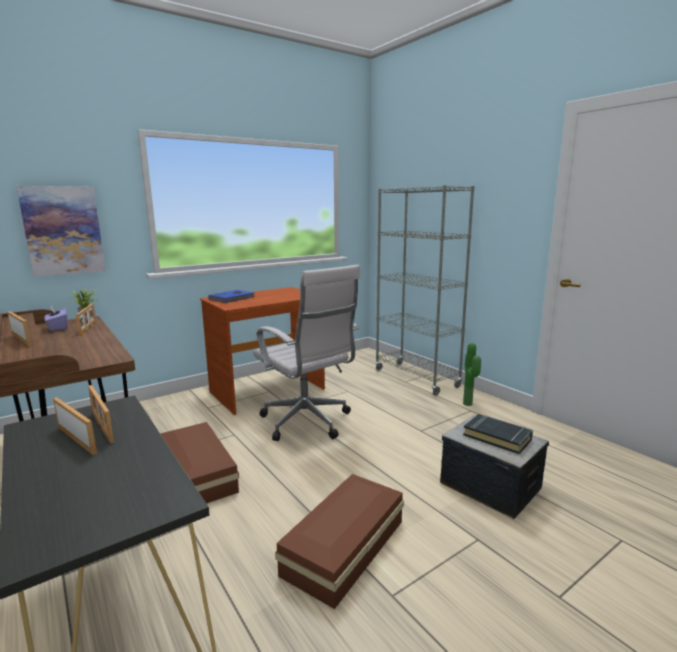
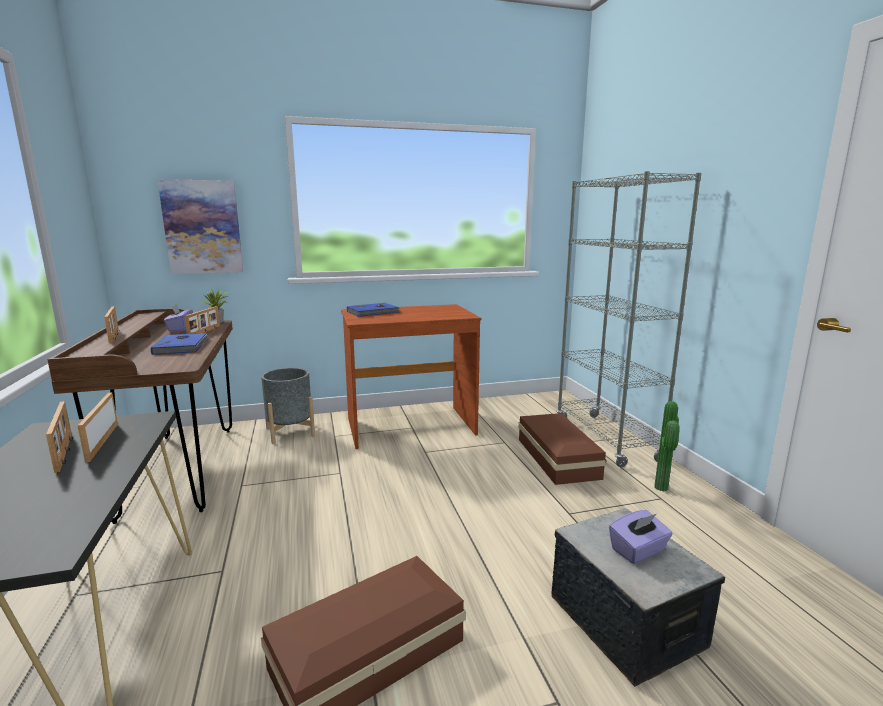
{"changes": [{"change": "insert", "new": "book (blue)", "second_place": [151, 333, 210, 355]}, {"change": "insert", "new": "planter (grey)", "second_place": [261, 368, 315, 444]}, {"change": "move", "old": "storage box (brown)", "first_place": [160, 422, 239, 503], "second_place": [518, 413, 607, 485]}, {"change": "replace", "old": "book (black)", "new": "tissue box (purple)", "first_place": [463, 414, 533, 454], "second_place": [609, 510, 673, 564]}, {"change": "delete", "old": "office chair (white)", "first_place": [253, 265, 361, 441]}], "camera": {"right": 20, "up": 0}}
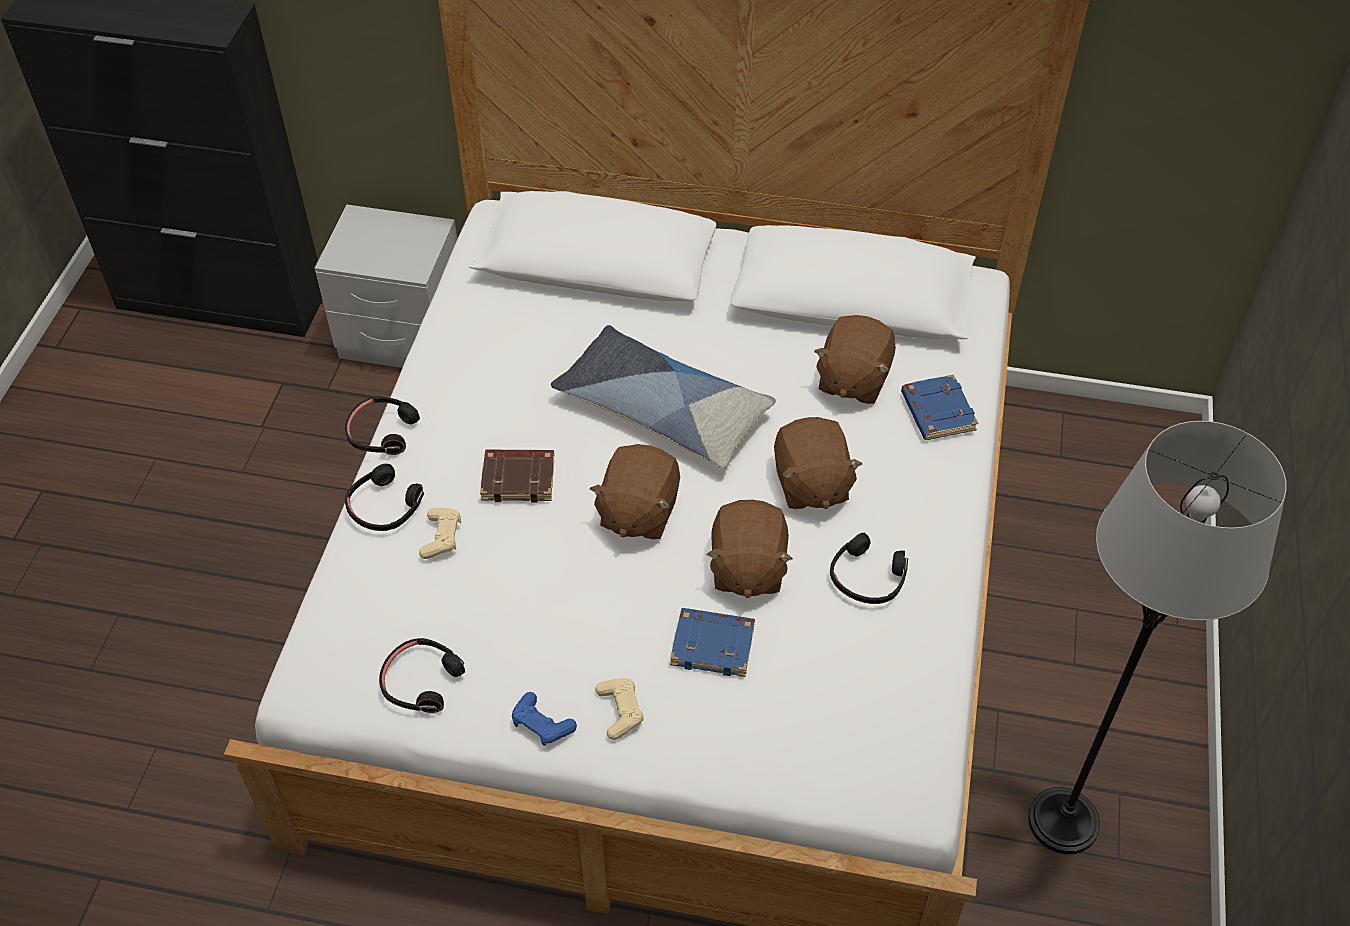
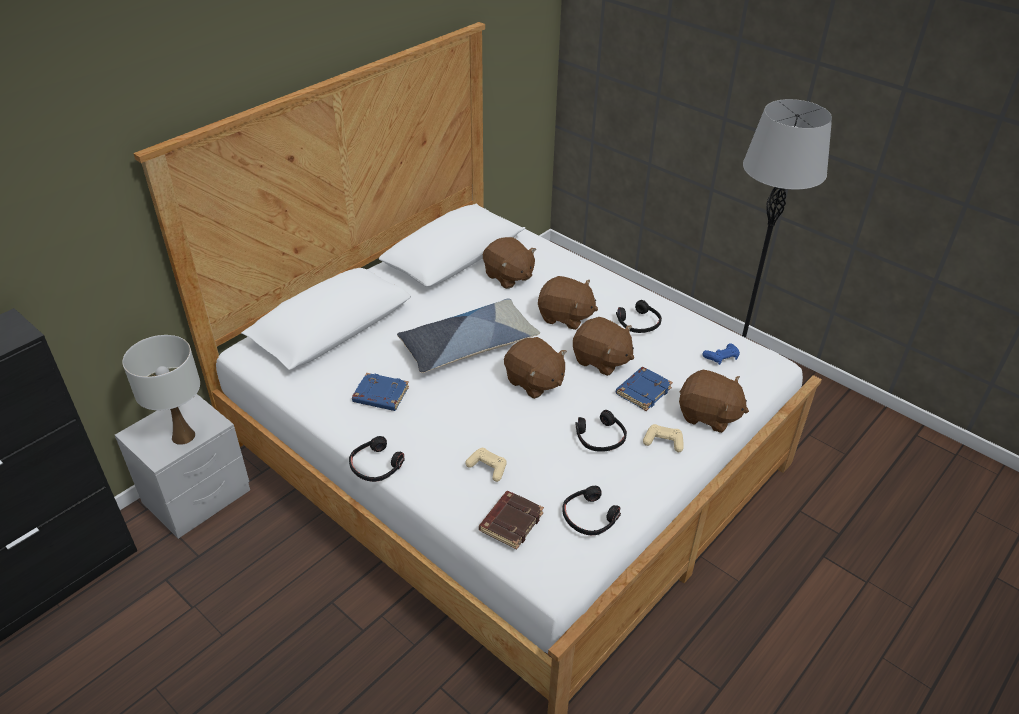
{"changes": [{"change": "insert", "new": "table lamp (white)", "second_place": [122, 335, 200, 445]}, {"change": "move", "old": "book (blue)", "first_place": [901, 374, 978, 440], "second_place": [352, 373, 409, 411]}, {"change": "move", "old": "book (brown)", "first_place": [480, 450, 554, 502], "second_place": [479, 491, 544, 550]}, {"change": "move", "old": "headphones (black)", "first_place": [345, 464, 424, 531], "second_place": [575, 410, 627, 452]}, {"change": "insert", "new": "plush toy (brown)", "second_place": [679, 370, 749, 433]}, {"change": "move", "old": "game controller (blue)", "first_place": [512, 692, 577, 746], "second_place": [703, 343, 740, 365]}], "camera": {"right": -60, "up": -10}}
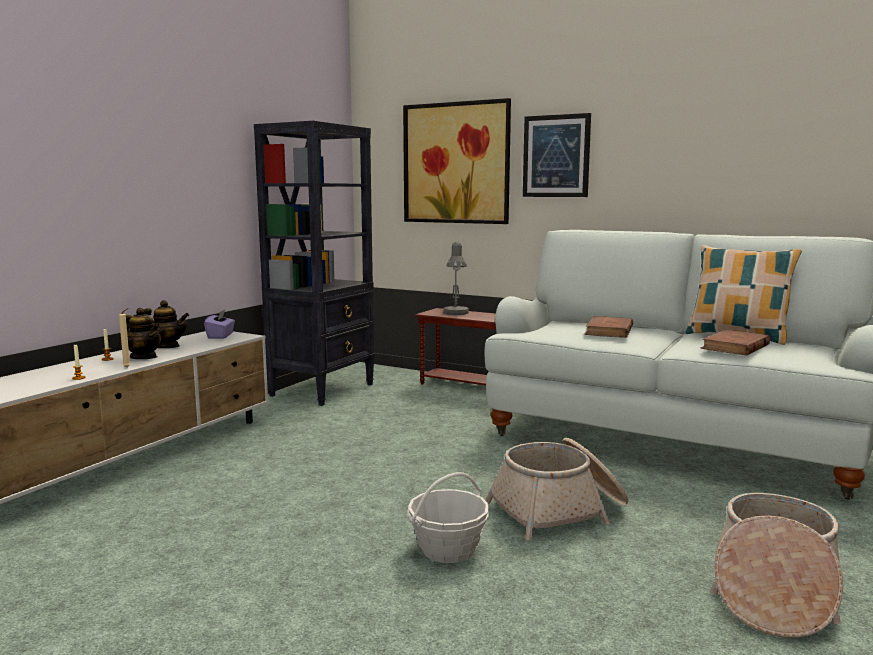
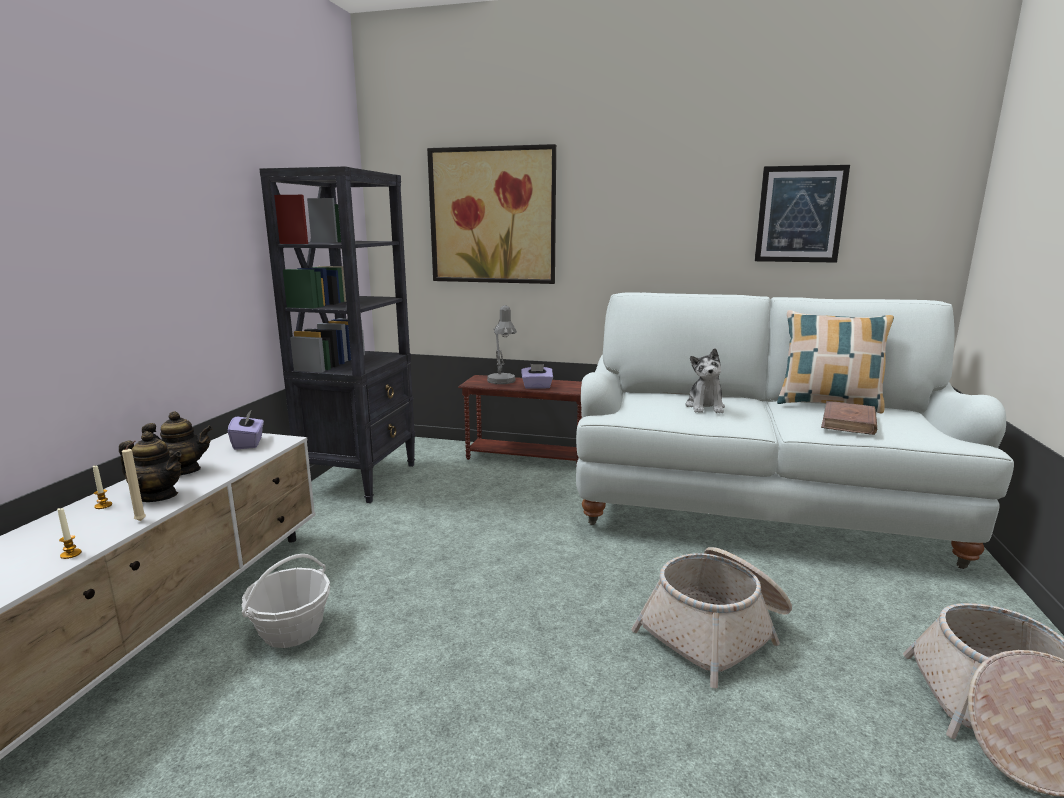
{"changes": [{"change": "move", "old": "basket", "first_place": [407, 472, 489, 563], "second_place": [242, 554, 330, 648]}, {"change": "insert", "new": "tissue box (purple)", "second_place": [521, 364, 553, 389]}, {"change": "replace", "old": "book (brown)", "new": "plush toy", "first_place": [585, 316, 633, 338], "second_place": [686, 348, 725, 413]}, {"change": "move", "old": "picture", "first_place": [523, 113, 591, 197], "second_place": [754, 165, 850, 263]}], "camera": {"right": -15, "up": 5}}
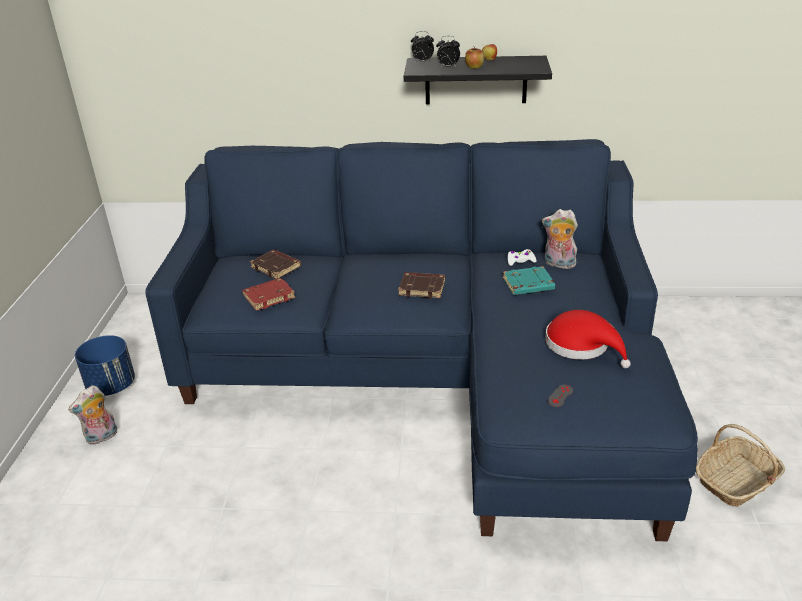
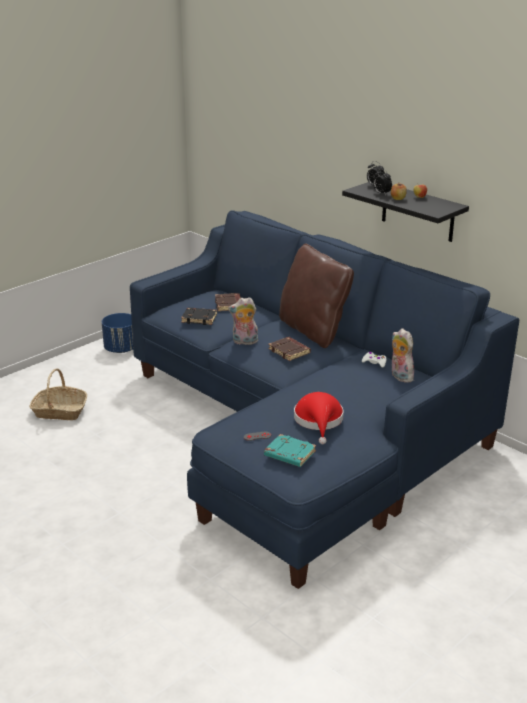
{"changes": [{"change": "move", "old": "basket", "first_place": [696, 424, 785, 507], "second_place": [29, 368, 87, 420]}, {"change": "recolor", "old": "book (red)", "new": "book (black)", "first_place": [242, 278, 296, 311], "second_place": [181, 308, 217, 325]}, {"change": "move", "old": "plush toy", "first_place": [68, 385, 117, 445], "second_place": [228, 297, 259, 345]}, {"change": "move", "old": "book (turquoise)", "first_place": [503, 266, 555, 295], "second_place": [264, 434, 316, 467]}, {"change": "insert", "new": "pillow (brown)", "second_place": [279, 243, 354, 348]}], "camera": {"right": 40, "up": -5}}
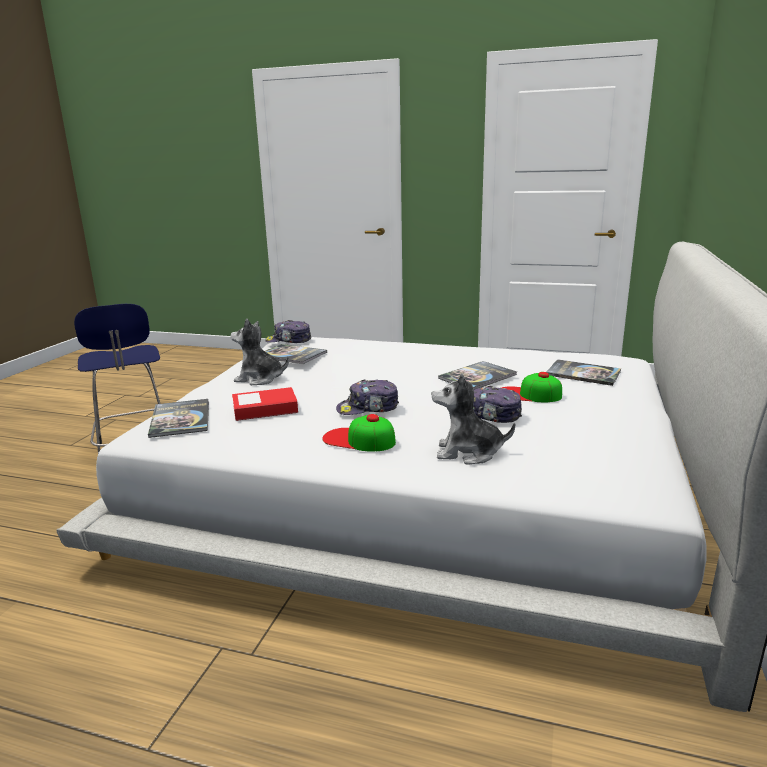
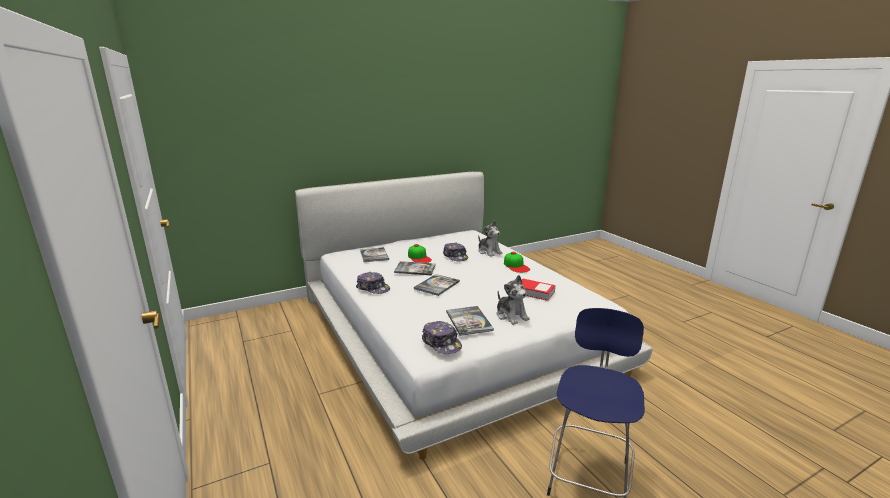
{"changes": [{"change": "move", "old": "cap", "first_place": [336, 379, 399, 415], "second_place": [356, 272, 390, 294]}, {"change": "move", "old": "book", "first_place": [148, 399, 209, 438], "second_place": [413, 274, 460, 296]}], "camera": {"right": -135, "up": 0}}
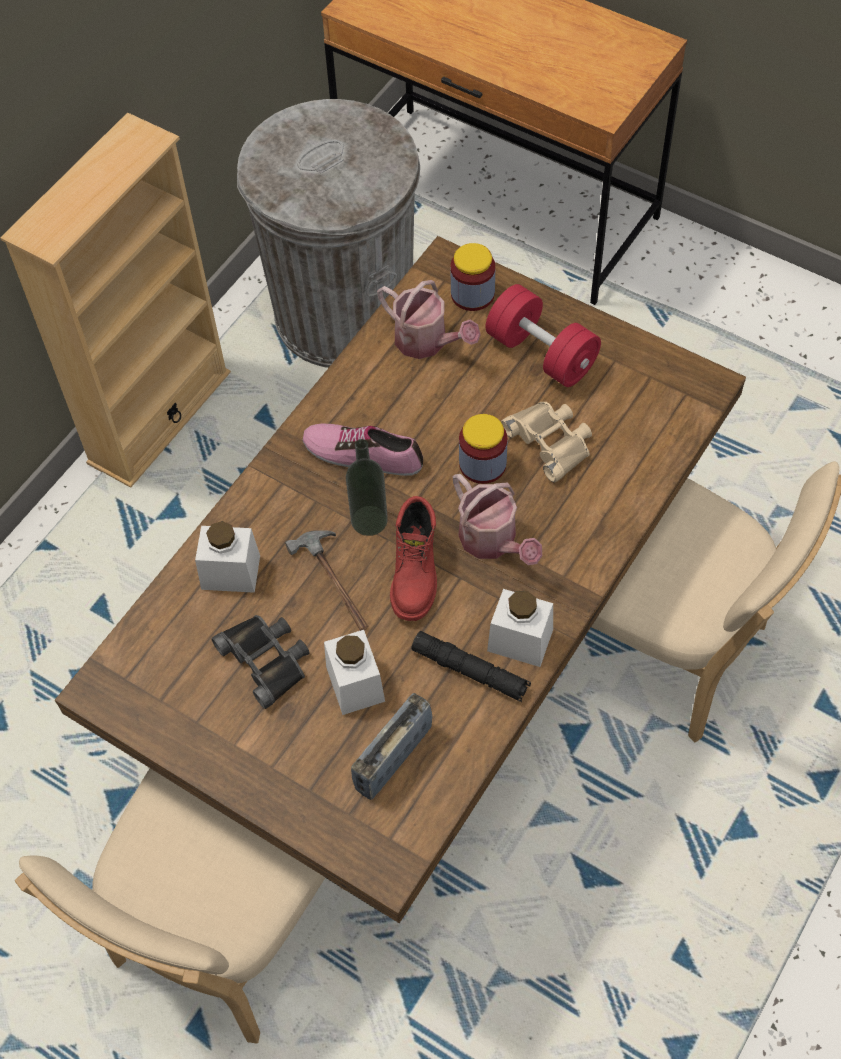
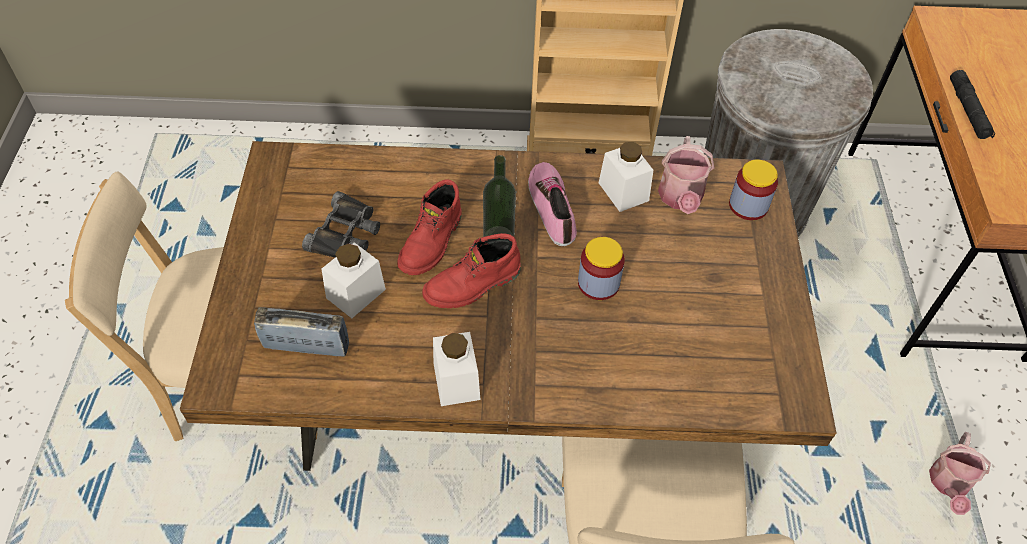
{"changes": [{"change": "replace", "old": "hammer", "new": "boot (red)", "first_place": [285, 531, 368, 631], "second_place": [397, 179, 462, 275]}, {"change": "move", "old": "jar (white)", "first_place": [195, 521, 260, 593], "second_place": [599, 142, 653, 212]}, {"change": "move", "old": "watering can", "first_place": [452, 474, 542, 565], "second_place": [929, 432, 991, 515]}, {"change": "move", "old": "flashlight (black)", "first_place": [411, 631, 531, 702], "second_place": [950, 70, 995, 139]}, {"change": "delete", "old": "dumbbell (red)", "first_place": [486, 284, 601, 387]}, {"change": "delete", "old": "binoculars (beige)", "first_place": [501, 402, 592, 483]}], "camera": {"right": 55, "up": -5}}
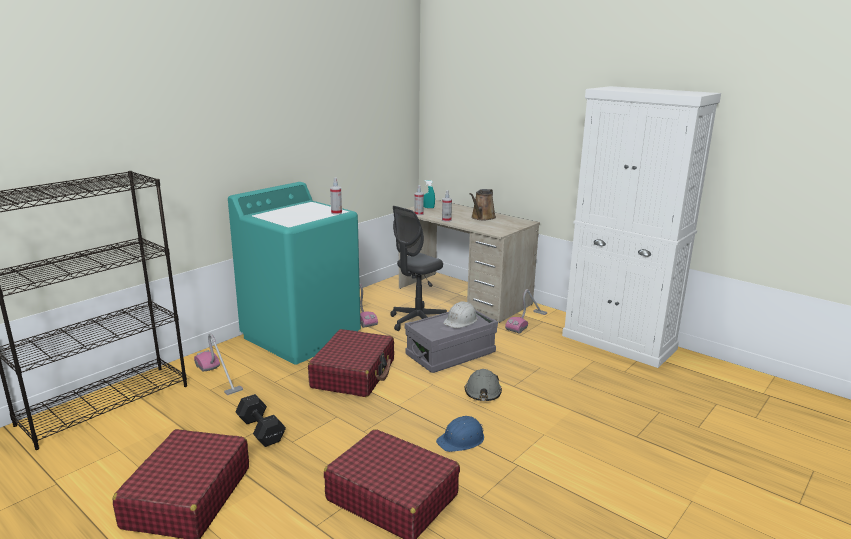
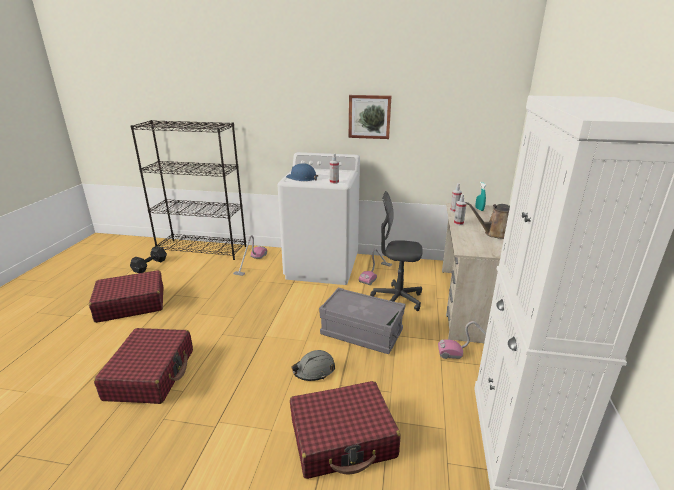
{"changes": [{"change": "move", "old": "dumbbell (black)", "first_place": [235, 394, 286, 447], "second_place": [130, 246, 167, 273]}, {"change": "recolor", "old": "washing machine (turquoise)", "new": "washing machine (white)", "first_place": [228, 182, 361, 365], "second_place": [278, 152, 360, 285]}, {"change": "move", "old": "hard hat (blue)", "first_place": [436, 416, 484, 452], "second_place": [286, 163, 318, 181]}, {"change": "move", "old": "suitcase (red)", "first_place": [308, 329, 394, 397], "second_place": [290, 381, 400, 479]}, {"change": "insert", "new": "picture", "second_place": [349, 95, 392, 139]}, {"change": "delete", "old": "hard hat (white)", "first_place": [443, 302, 477, 328]}], "camera": {"right": 60, "up": 5}}
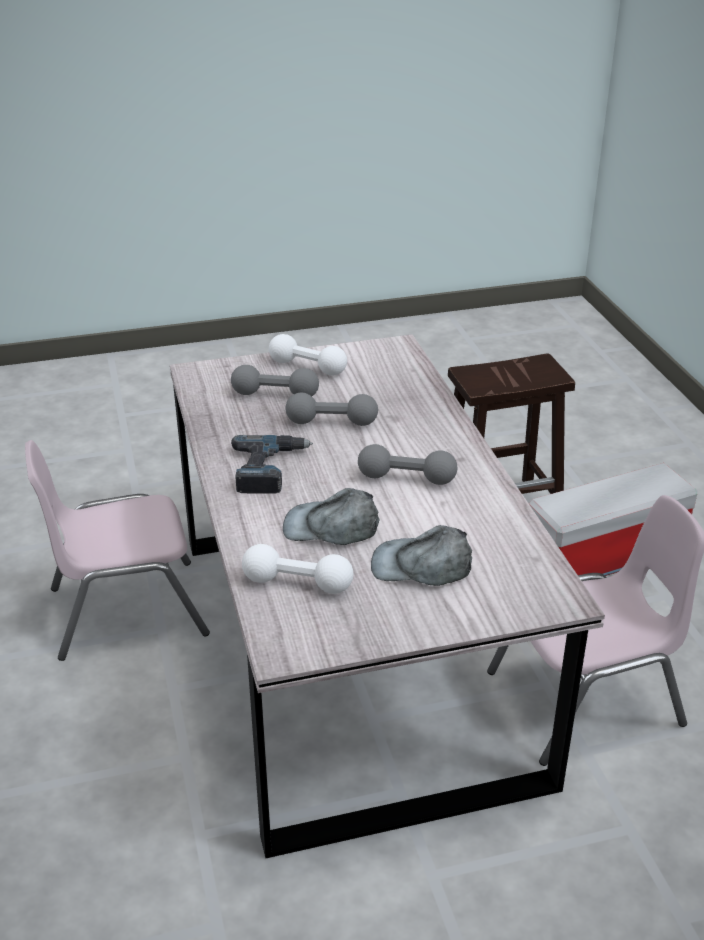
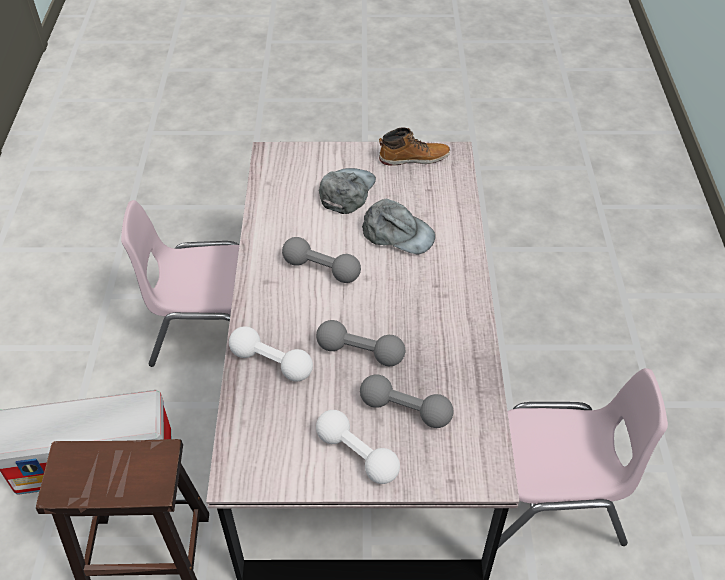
{"changes": [{"change": "move", "old": "dumbbell (white)", "first_place": [242, 544, 354, 594], "second_place": [229, 326, 313, 381]}, {"change": "rotate", "old": "cap (grey)", "first_place": [371, 525, 472, 586], "second_place": [319, 168, 376, 214], "degrees": -90}, {"change": "insert", "new": "boot", "second_place": [379, 127, 450, 166]}, {"change": "delete", "old": "power drill", "first_place": [231, 435, 313, 494]}], "camera": {"right": -165, "up": 15}}
